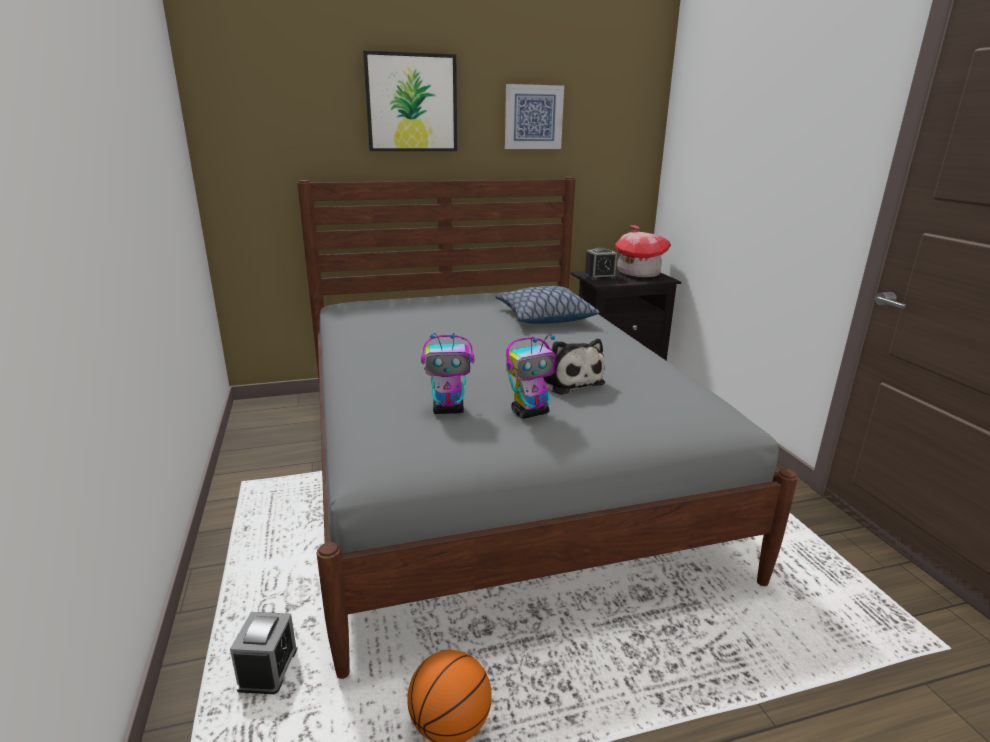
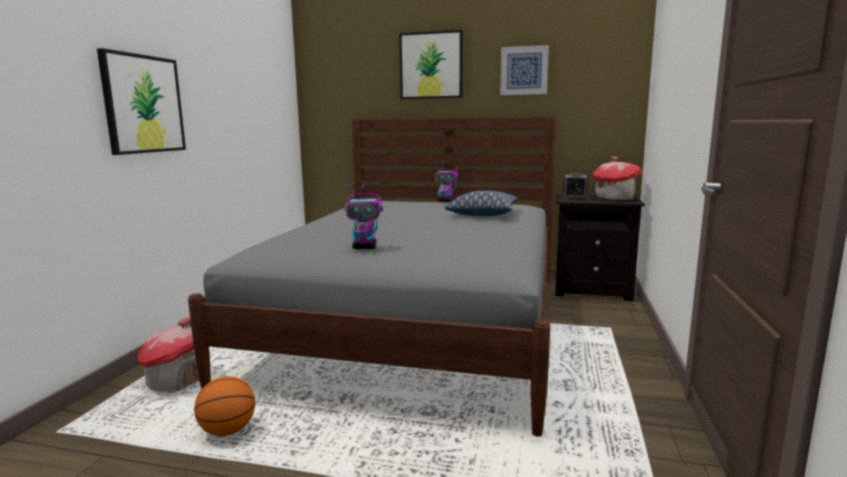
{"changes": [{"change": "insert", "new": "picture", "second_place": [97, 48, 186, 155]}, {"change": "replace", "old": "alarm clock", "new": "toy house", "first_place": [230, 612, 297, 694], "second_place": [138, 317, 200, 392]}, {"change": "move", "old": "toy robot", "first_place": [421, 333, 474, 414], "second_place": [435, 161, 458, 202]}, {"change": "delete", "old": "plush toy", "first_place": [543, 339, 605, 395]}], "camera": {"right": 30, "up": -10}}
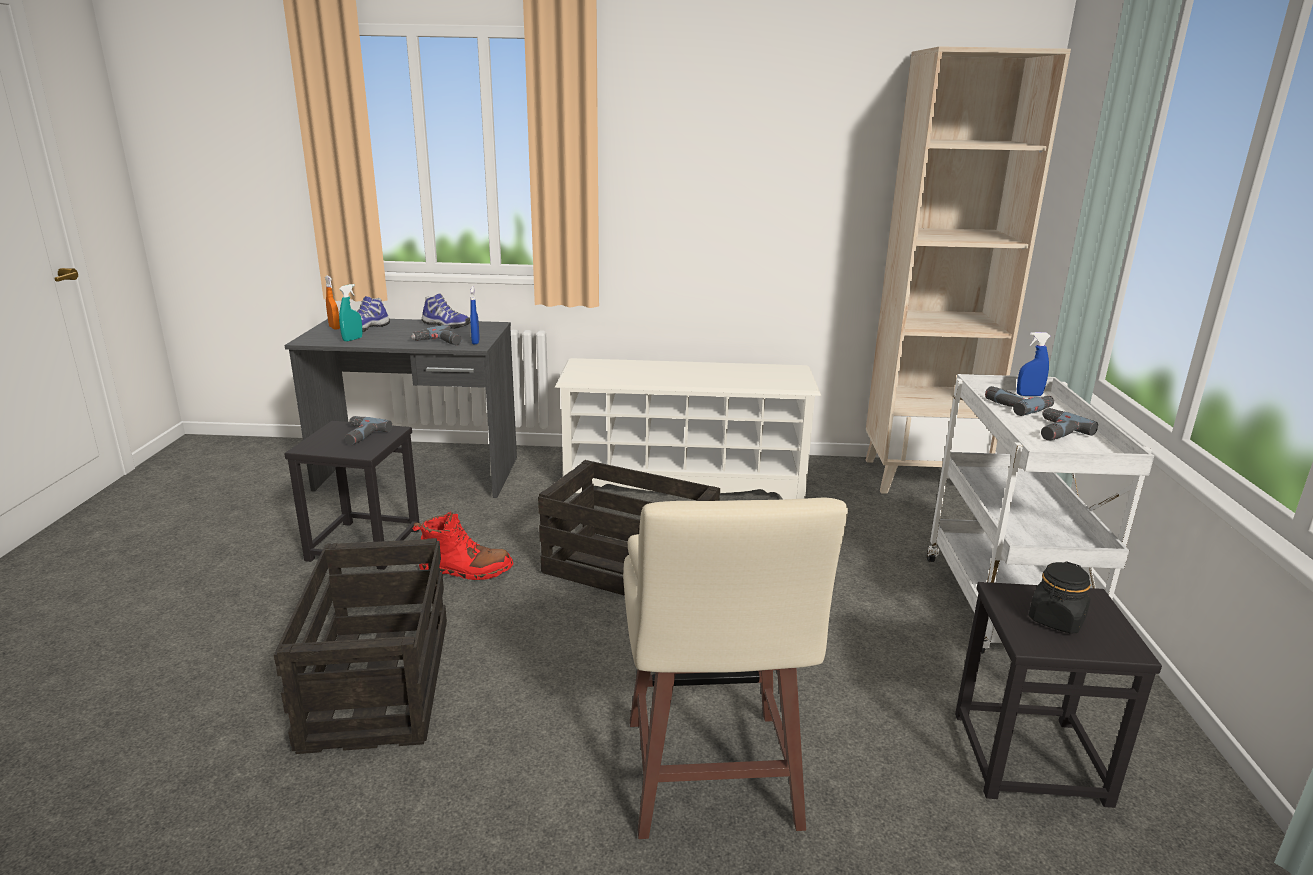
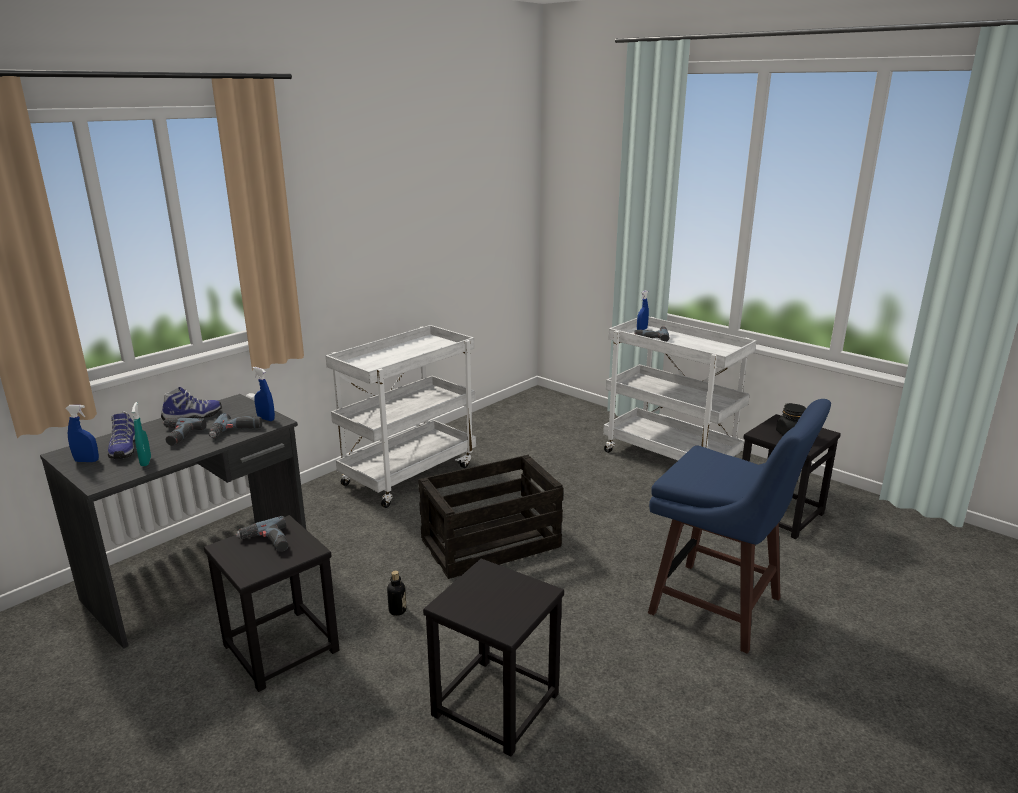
{"changes": [{"change": "recolor", "old": "spray bottle (orange)", "new": "spray bottle (blue)", "first_place": [325, 275, 340, 330], "second_place": [65, 405, 99, 462]}, {"change": "move", "old": "power drill", "first_place": [1041, 408, 1098, 441], "second_place": [163, 418, 207, 446]}, {"change": "replace", "old": "shoe rack (white)", "new": "cart (white)", "first_place": [555, 358, 821, 499], "second_place": [326, 325, 476, 508]}, {"change": "replace", "old": "boot (red)", "new": "bottle", "first_place": [412, 512, 513, 580], "second_place": [387, 570, 406, 616]}, {"change": "replace", "old": "crate", "new": "stool (black)", "first_place": [274, 538, 447, 754], "second_place": [423, 559, 564, 757]}, {"change": "recolor", "old": "stool (beige)", "new": "stool (blue)", "first_place": [623, 498, 848, 839], "second_place": [648, 399, 831, 654]}, {"change": "delete", "old": "bookcase (beige)", "first_place": [866, 46, 1071, 494]}], "camera": {"right": -50, "up": 0}}
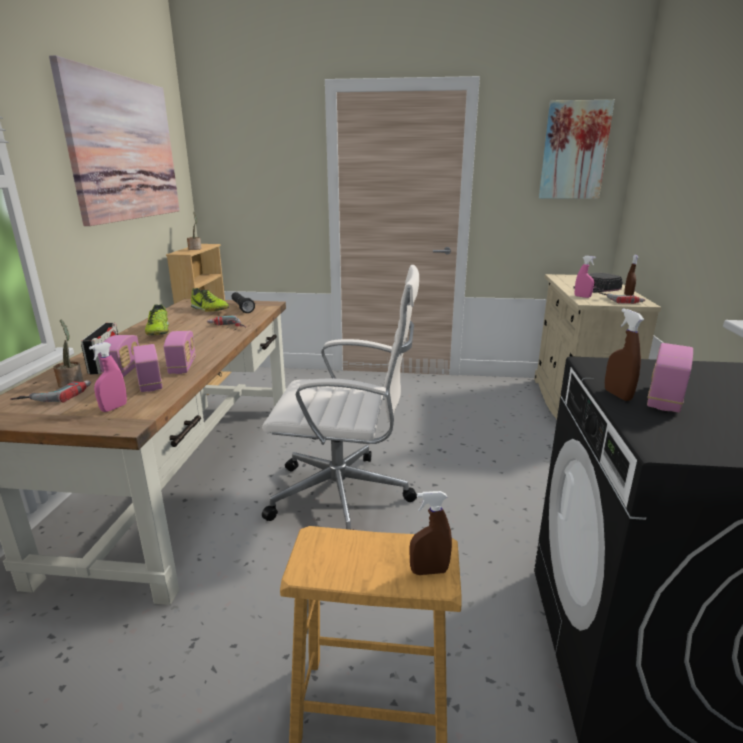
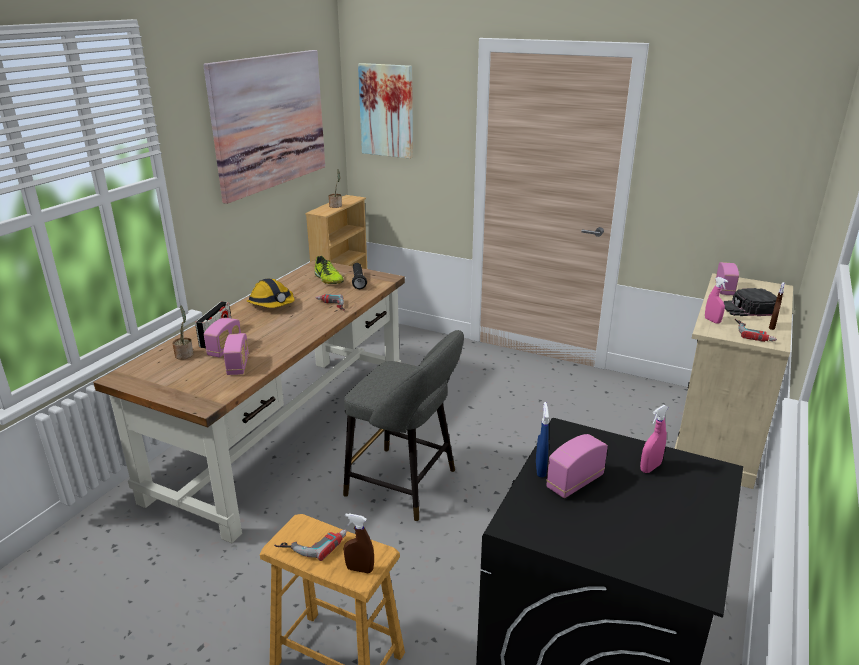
{"changes": [{"change": "replace", "old": "shoe", "new": "hard hat", "first_place": [145, 304, 169, 335], "second_place": [247, 278, 295, 308]}, {"change": "move", "old": "power drill", "first_place": [10, 380, 91, 403], "second_place": [274, 530, 347, 561]}, {"change": "replace", "old": "office chair (white)", "new": "stool (grey)", "first_place": [262, 265, 419, 530], "second_place": [343, 330, 464, 521]}, {"change": "move", "old": "picture", "first_place": [539, 100, 615, 199], "second_place": [358, 63, 413, 159]}, {"change": "recolor", "old": "spray bottle (brown)", "new": "spray bottle (blue)", "first_place": [605, 309, 644, 401], "second_place": [536, 402, 549, 477]}, {"change": "move", "old": "spray bottle (pink)", "first_place": [89, 342, 127, 412], "second_place": [640, 405, 668, 473]}, {"change": "move", "old": "radio", "first_place": [164, 331, 196, 374], "second_place": [715, 262, 739, 295]}], "camera": {"right": 20, "up": 5}}
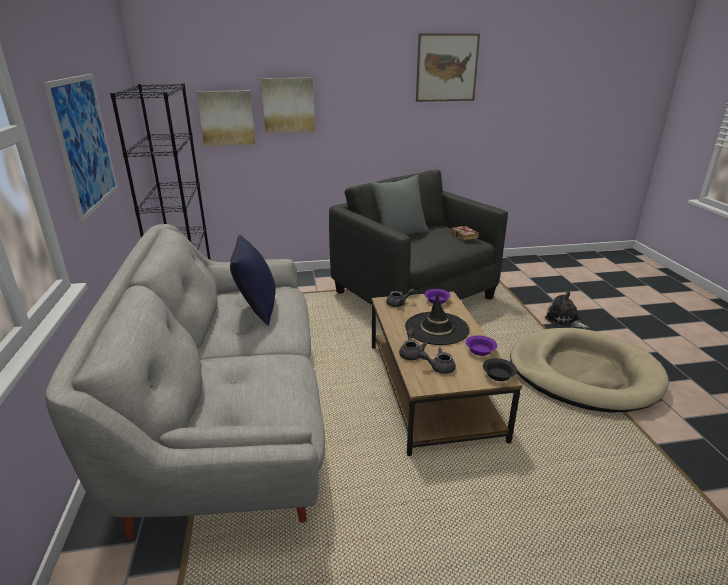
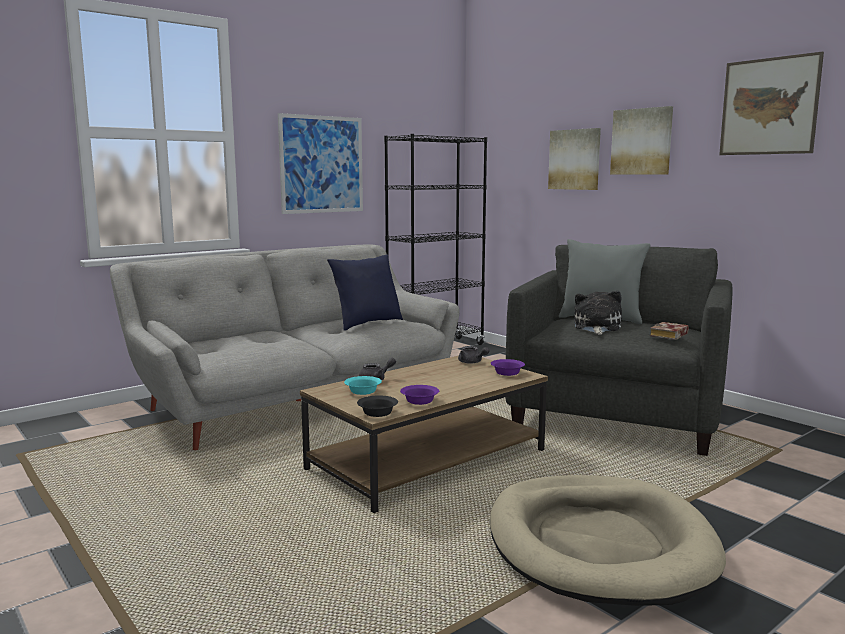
{"changes": [{"change": "replace", "old": "teapot (grey)", "new": "bowl (turquoise)", "first_place": [419, 347, 456, 374], "second_place": [344, 376, 382, 395]}, {"change": "move", "old": "plush toy", "first_place": [545, 291, 589, 328], "second_place": [574, 291, 622, 335]}, {"change": "move", "old": "picture", "first_place": [197, 91, 255, 146], "second_place": [610, 106, 673, 175]}, {"change": "delete", "old": "hat (black)", "first_place": [405, 294, 470, 345]}], "camera": {"right": 60, "up": -15}}
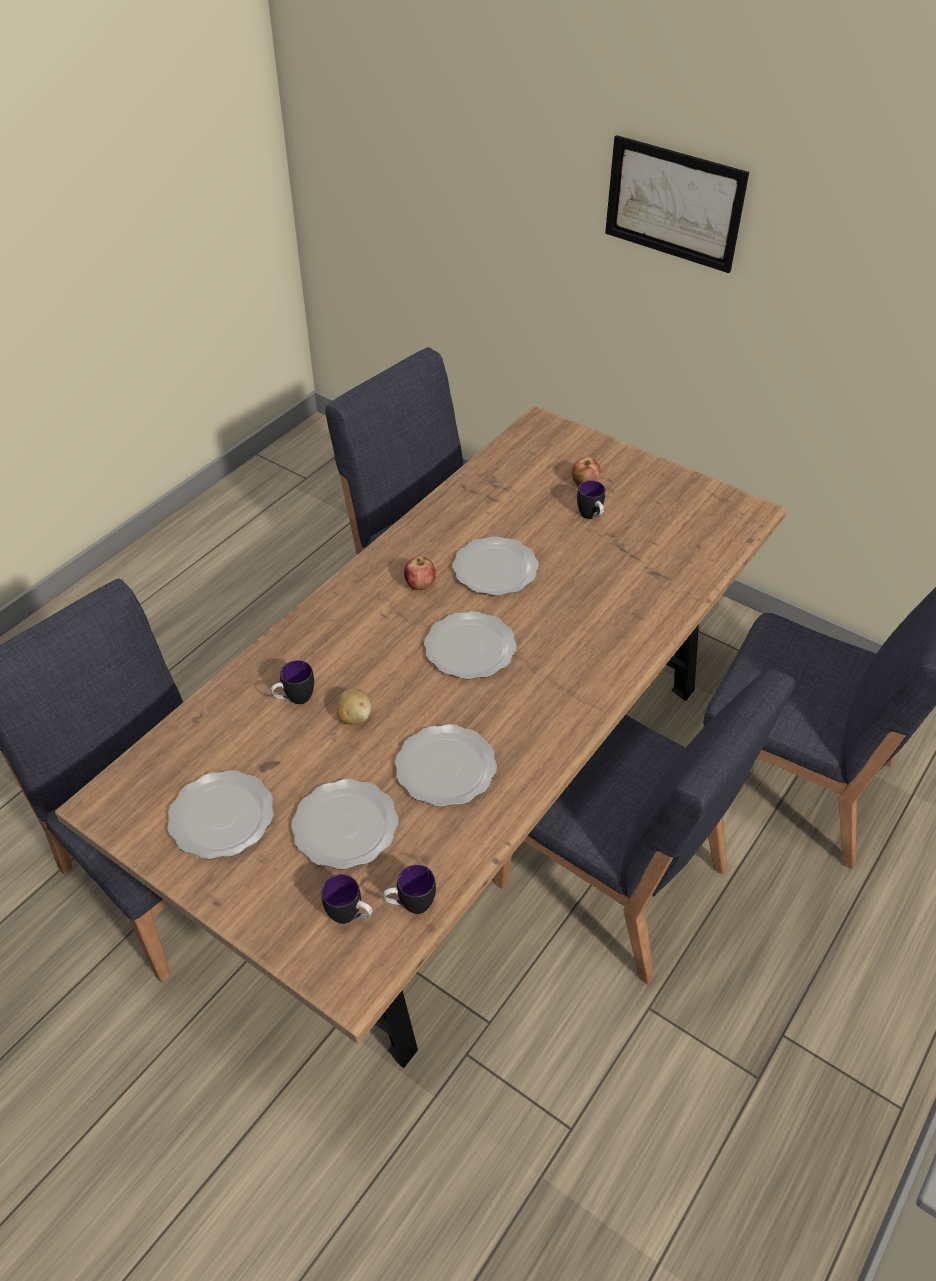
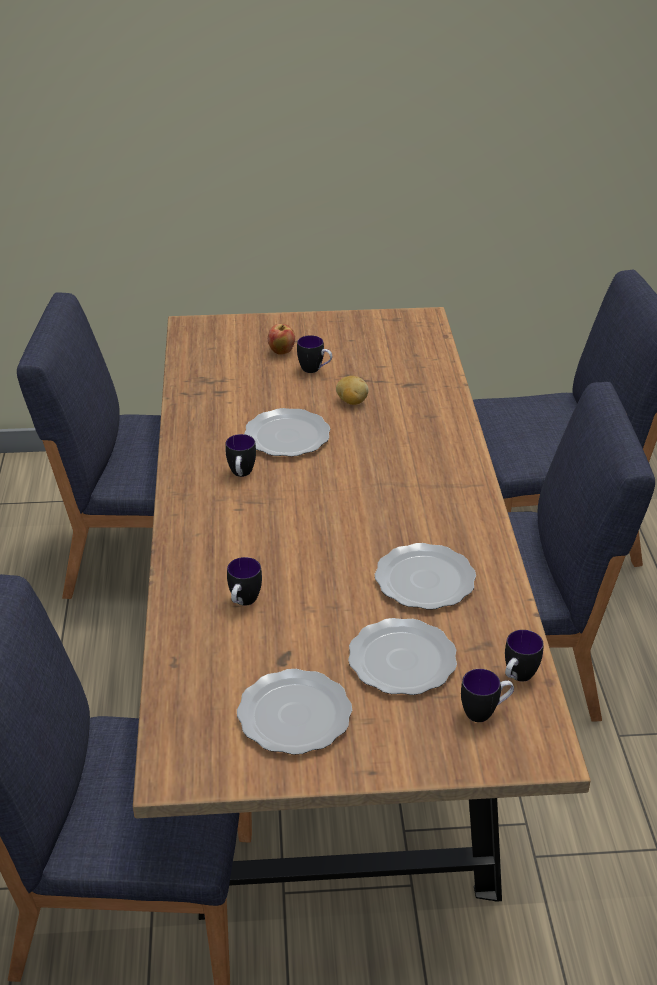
{"changes": [{"change": "replace", "old": "apple", "new": "mug", "first_place": [404, 556, 436, 590], "second_place": [225, 434, 256, 477]}, {"change": "move", "old": "potato", "first_place": [337, 688, 372, 725], "second_place": [336, 376, 369, 405]}, {"change": "delete", "old": "plate", "first_place": [424, 611, 517, 679]}, {"change": "delete", "old": "picture", "first_place": [605, 135, 749, 273]}], "camera": {"right": -40, "up": -10}}
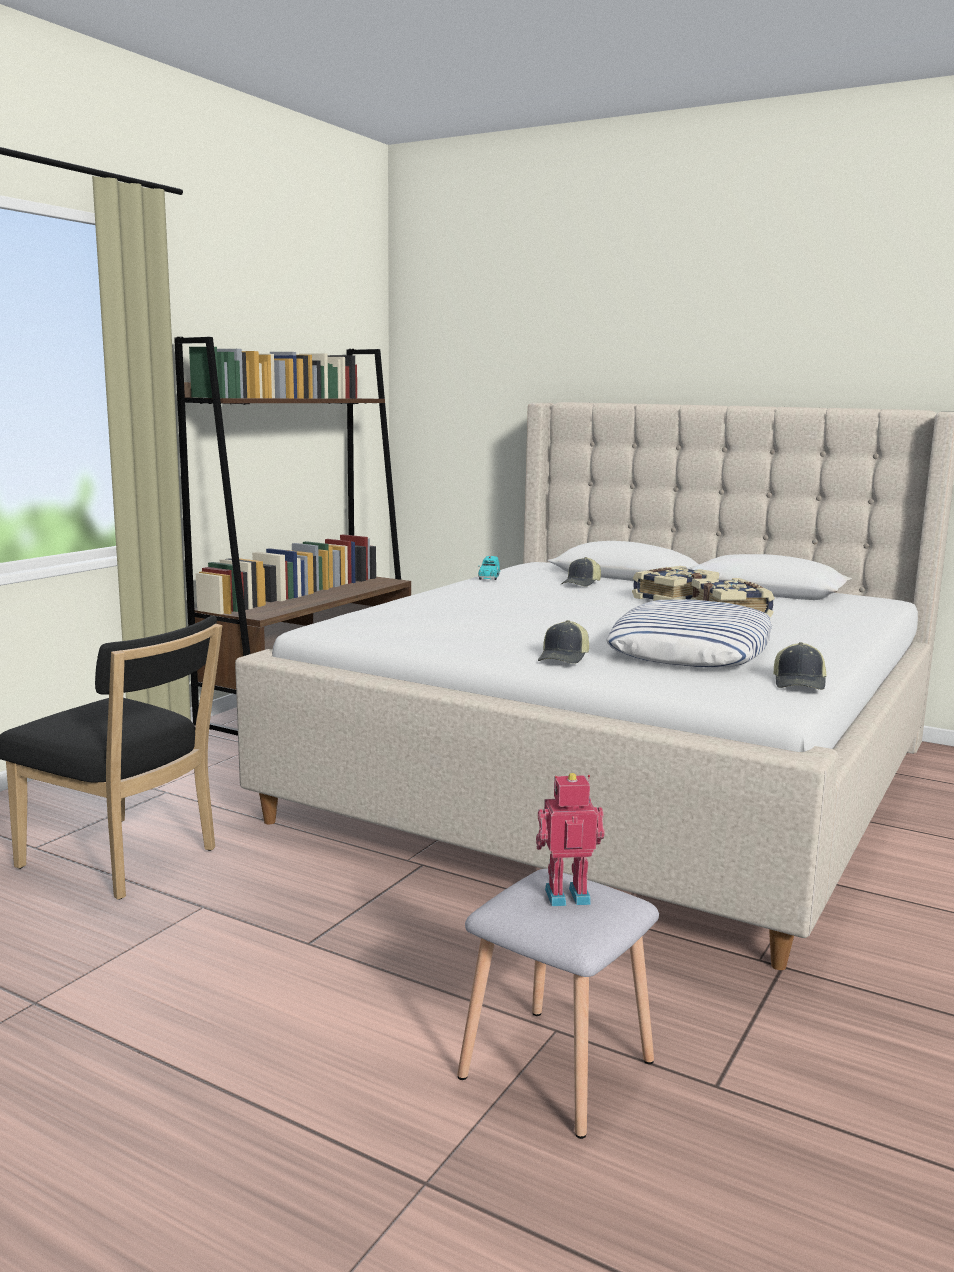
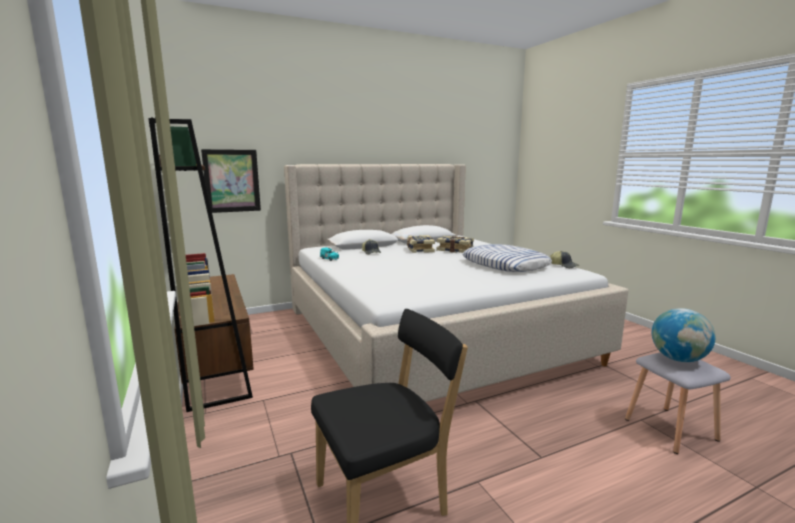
{"changes": [{"change": "insert", "new": "picture", "second_place": [201, 149, 261, 213]}, {"change": "replace", "old": "toy robot", "new": "globe", "first_place": [536, 773, 605, 906], "second_place": [652, 308, 715, 362]}, {"change": "delete", "old": "cap", "first_place": [538, 620, 589, 664]}], "camera": {"right": -55, "up": 0}}
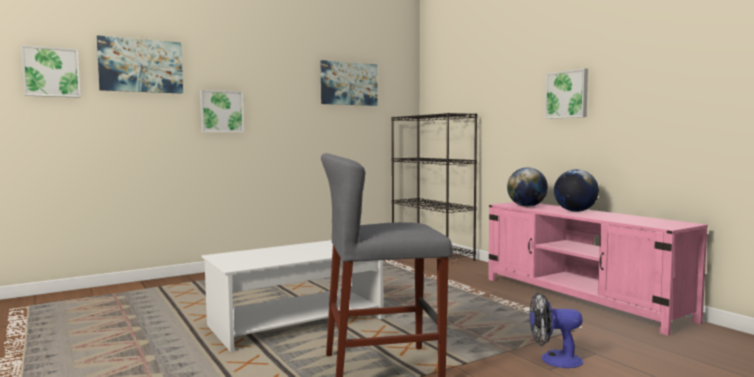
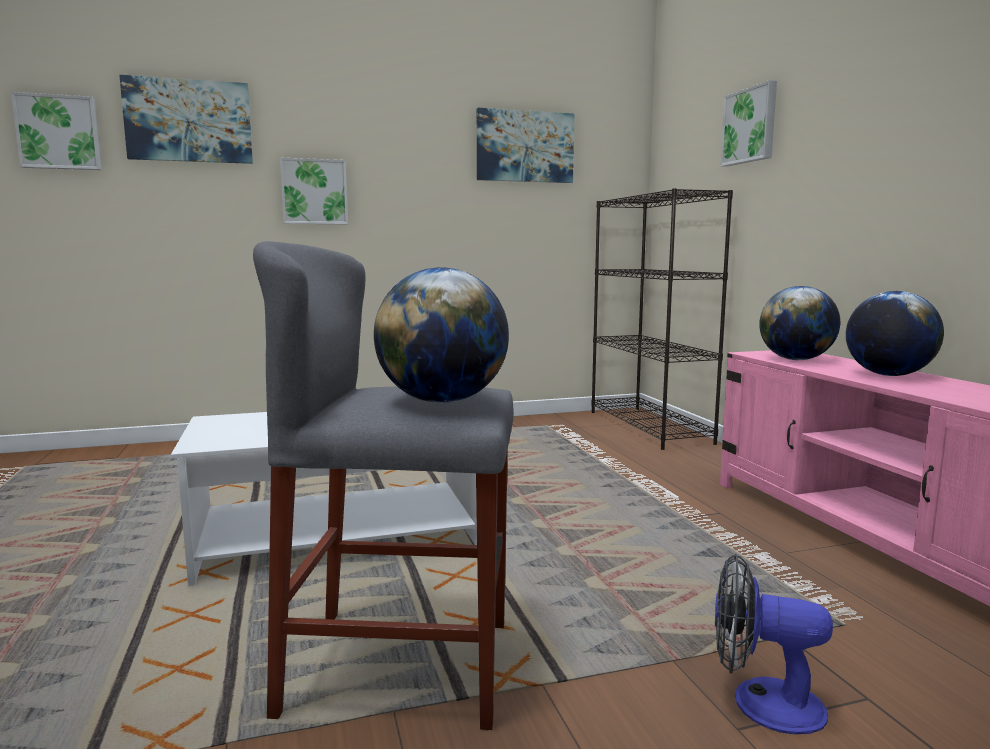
{"changes": [{"change": "insert", "new": "globe", "second_place": [374, 267, 509, 403]}, {"change": "move", "old": "picture", "first_place": [545, 68, 588, 119], "second_place": [720, 80, 777, 167]}], "camera": {"right": 15, "up": 5}}
